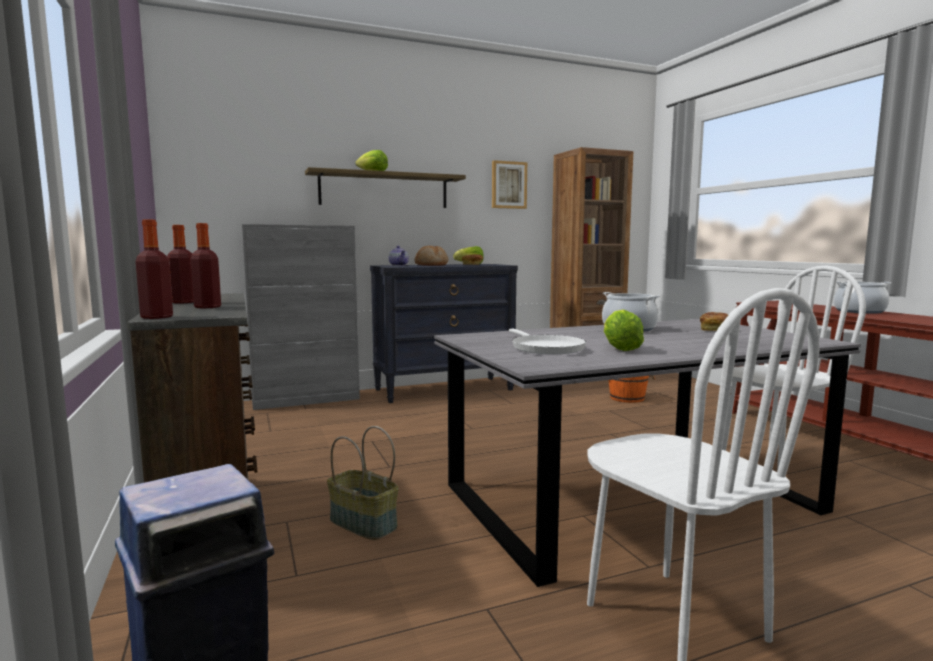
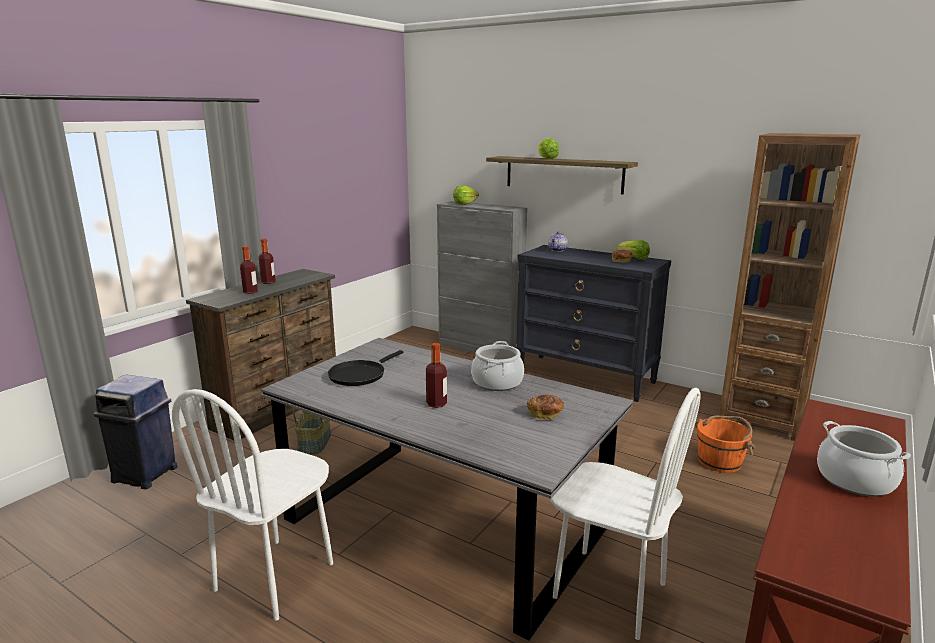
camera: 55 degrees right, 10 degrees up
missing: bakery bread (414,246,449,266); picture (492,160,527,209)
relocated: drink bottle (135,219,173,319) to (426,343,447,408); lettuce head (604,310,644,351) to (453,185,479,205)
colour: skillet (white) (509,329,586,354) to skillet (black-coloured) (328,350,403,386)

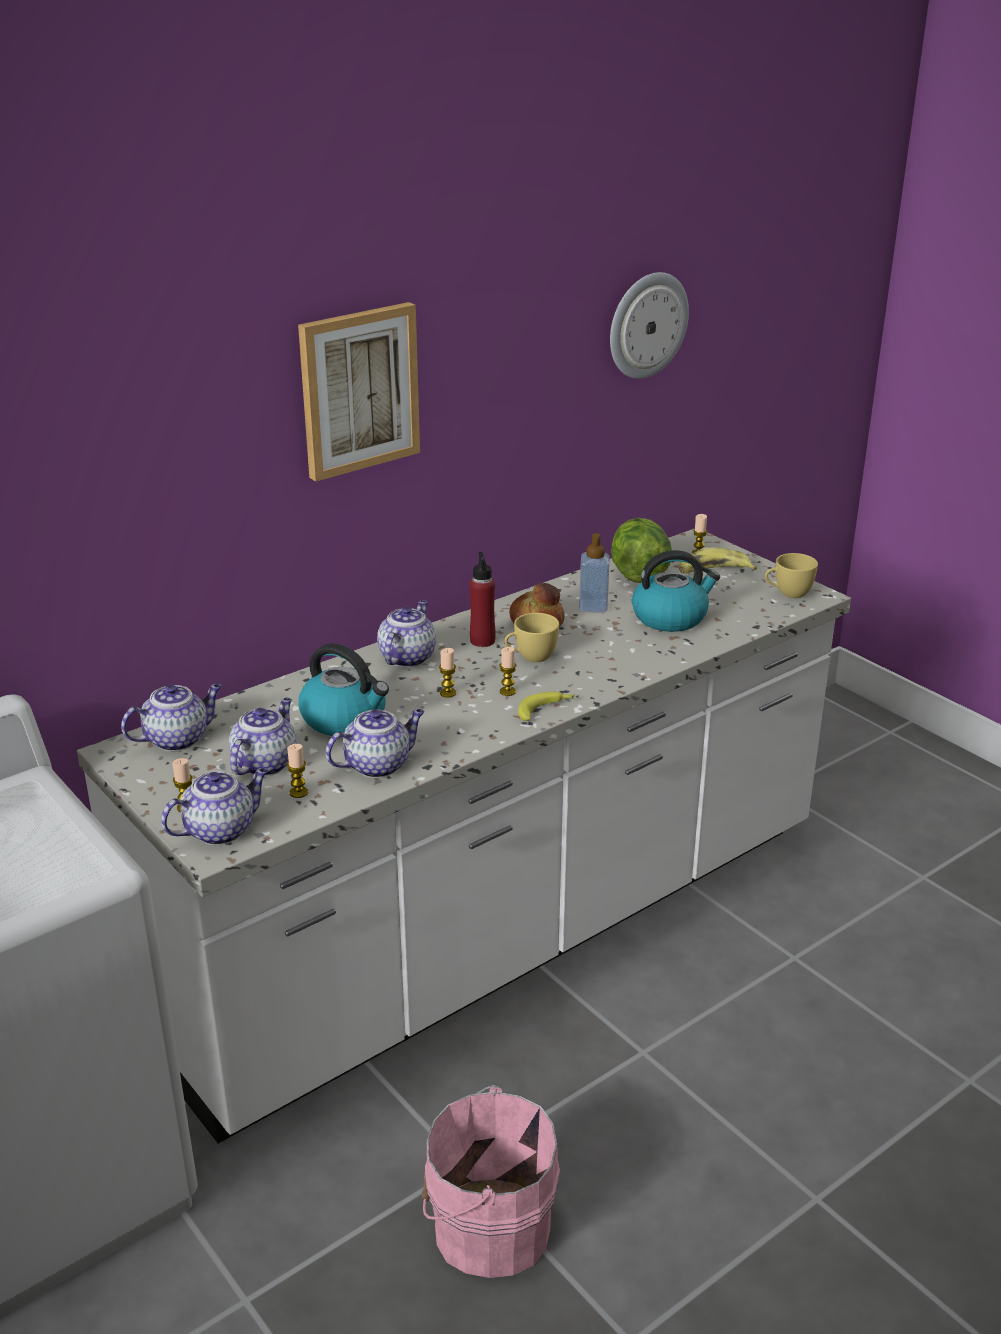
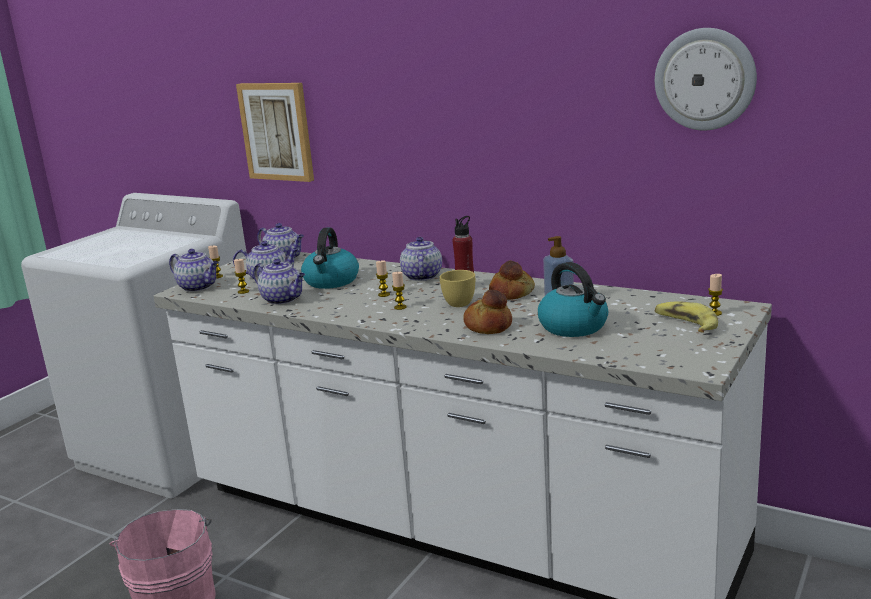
camera: 70 degrees right, 10 degrees down
missing: whole banana (518,692,575,721); lettuce head (611,518,672,583); small cup (yellow-coloured) (765,553,818,598)
appeared: bakery bread (463,290,512,334)
relocated: picture (298,302,420,481) to (236,83,314,182)
spun: tea pot (377,600,436,667) = (400,237,442,281) 90 degrees counterclockwise

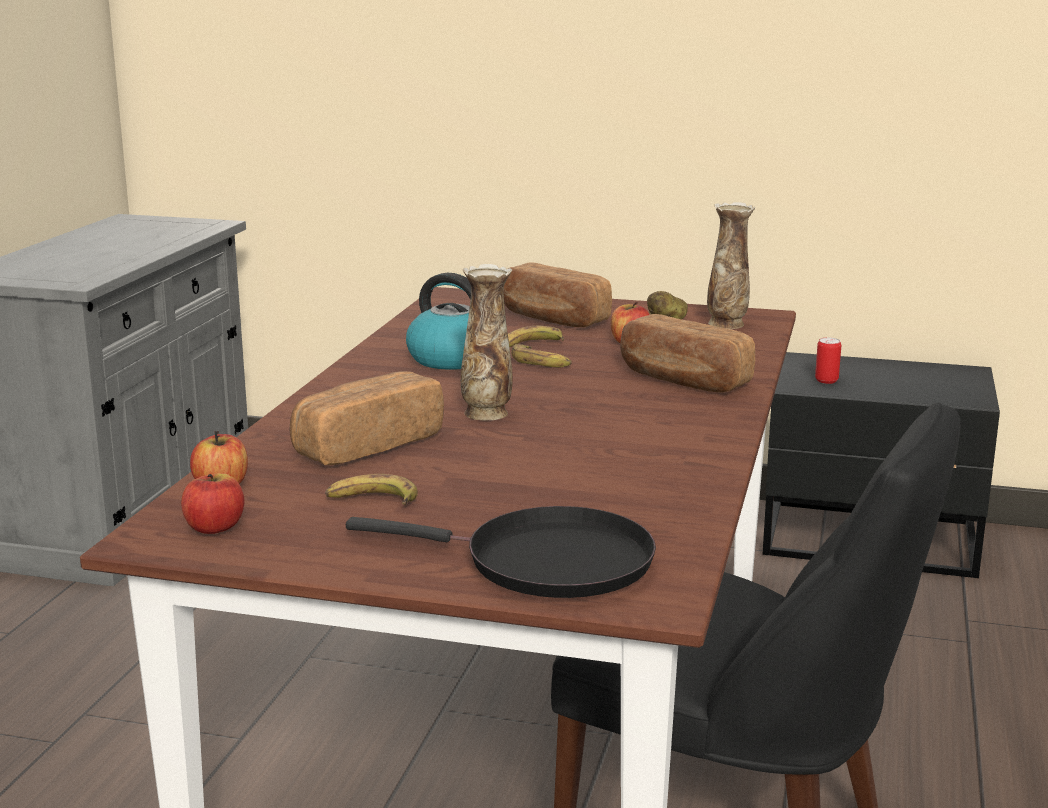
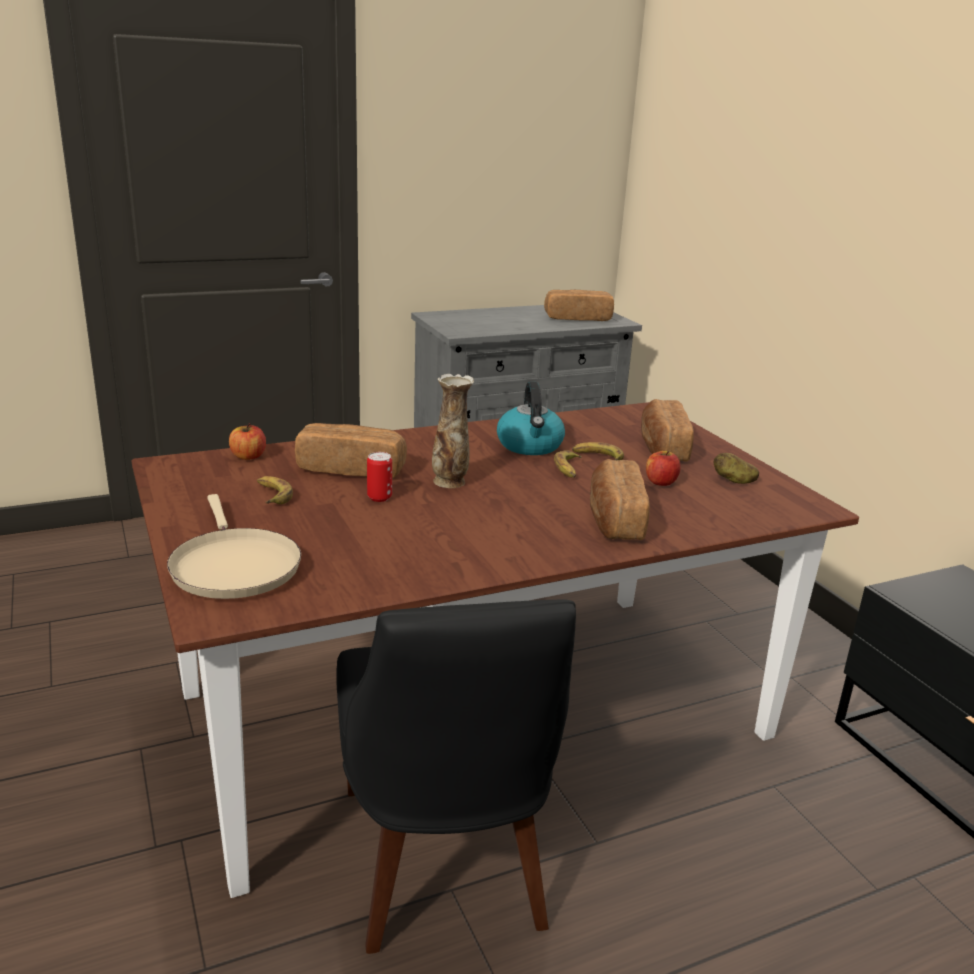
camera: 50 degrees right, 5 degrees up
missing: whole apple (181,473,245,534); decorative vase (707,202,756,329)
appeared: bakery bread (544,290,614,321)
relocated: can (815,337,841,384) to (367,452,392,502)
colour: skillet (black-coloured) (346,506,656,598) to skillet (beige) (167,494,301,599)

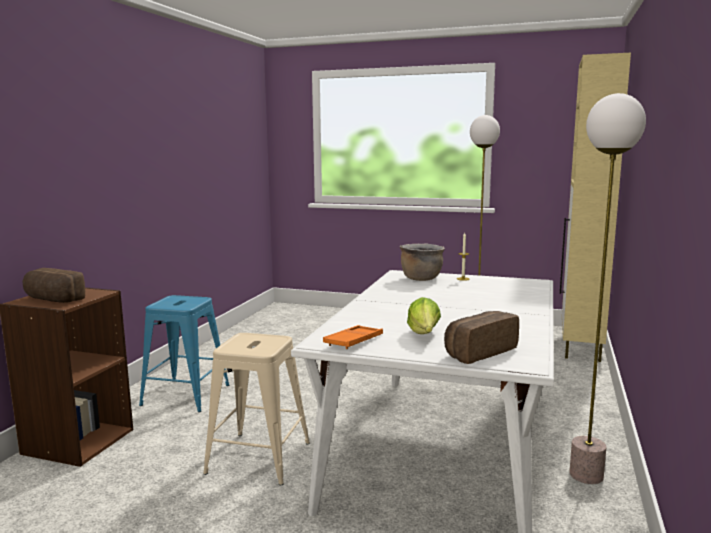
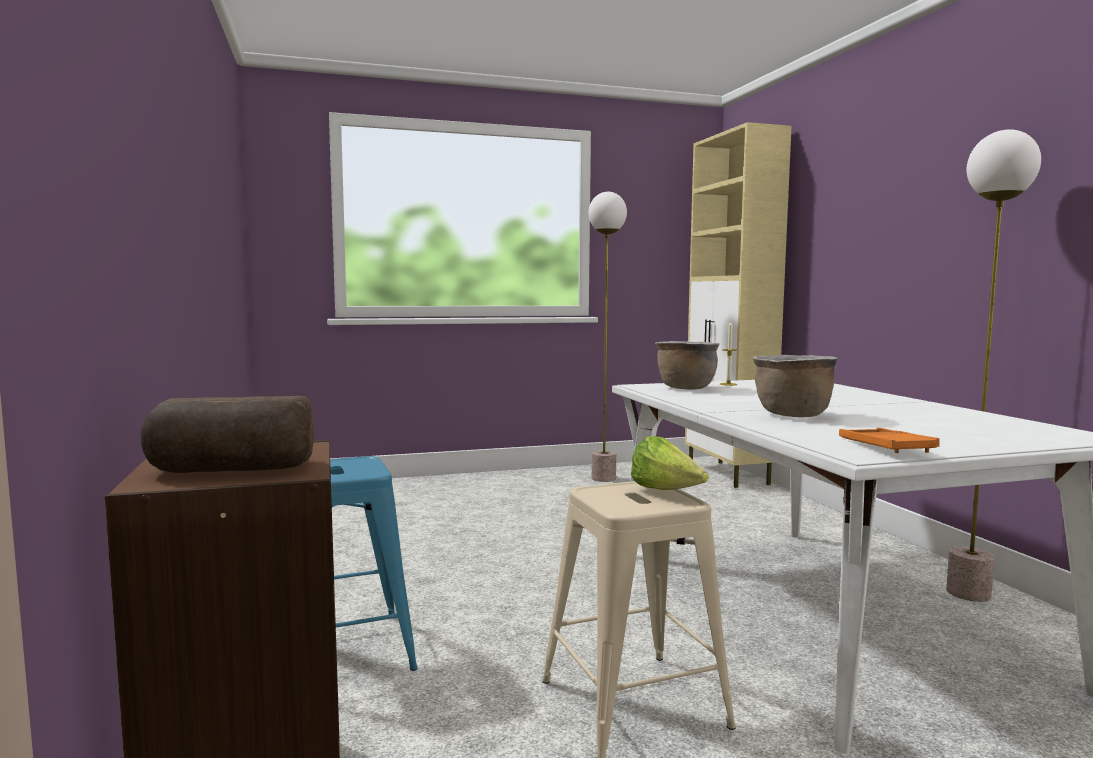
camera: 35 degrees left, 5 degrees down
missing: bakery bread (444,311,519,364)
appeared: saucepot (brownish) (753,355,838,417)
relocated: lettuce head (407,297,441,334) to (631,436,709,490)

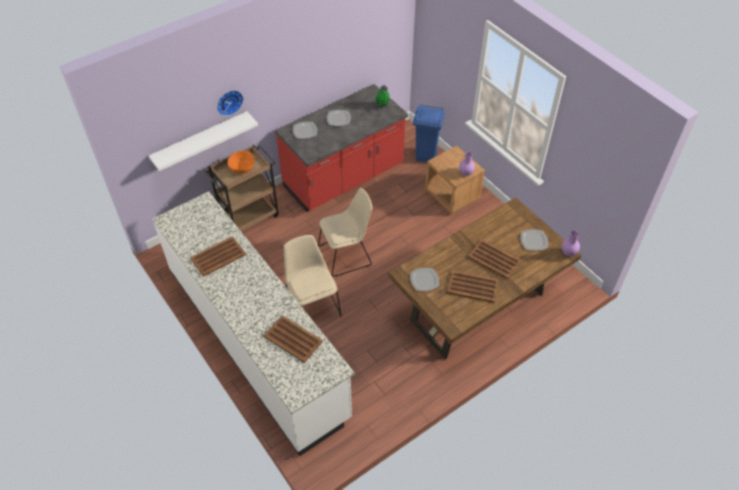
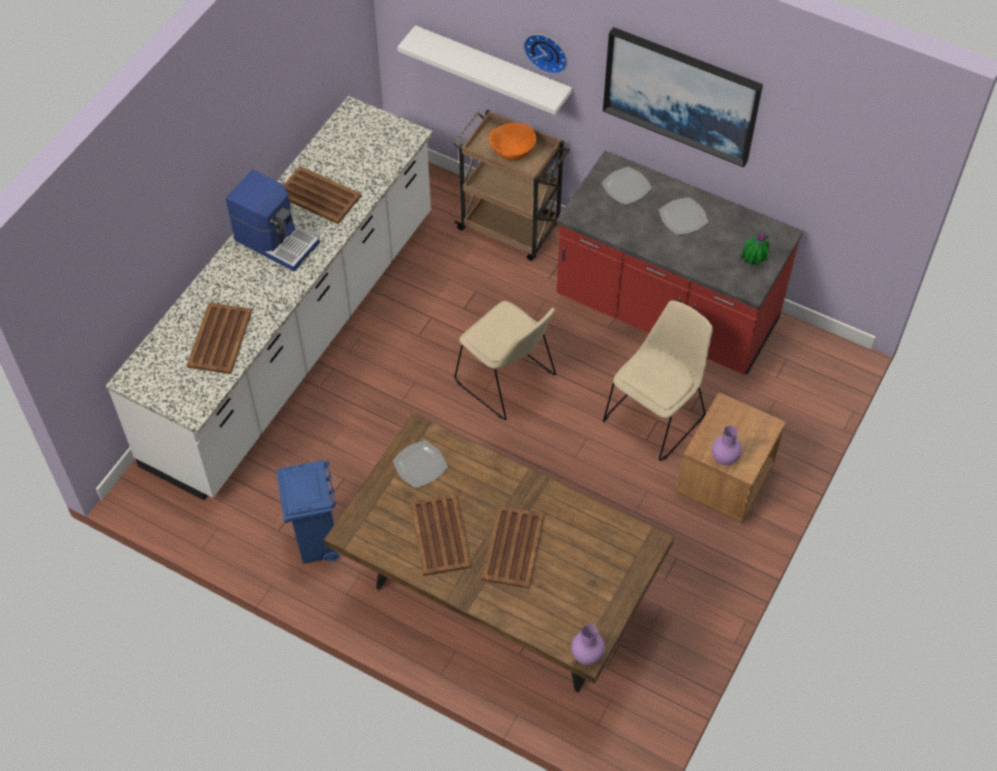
camera: 65 degrees right, 5 degrees up
missing: dinner plate (520,229,548,251)
appeared: coffee machine (226,170,320,272); picture (603,27,763,167)
relocated: plain chair (beige) (283,235,341,317) to (603,300,713,461); trash can (blue) (413,104,445,163) to (276,461,340,564)

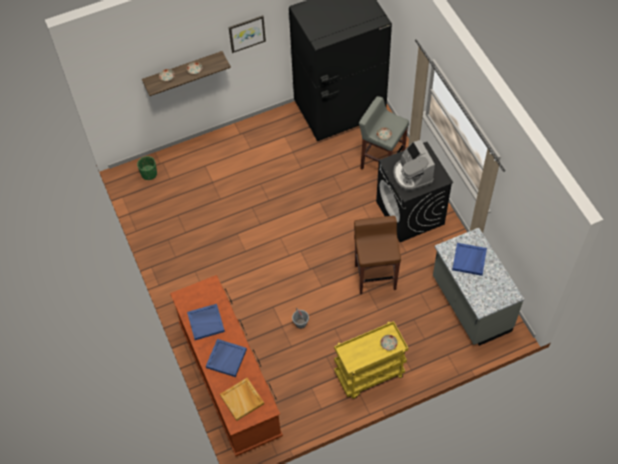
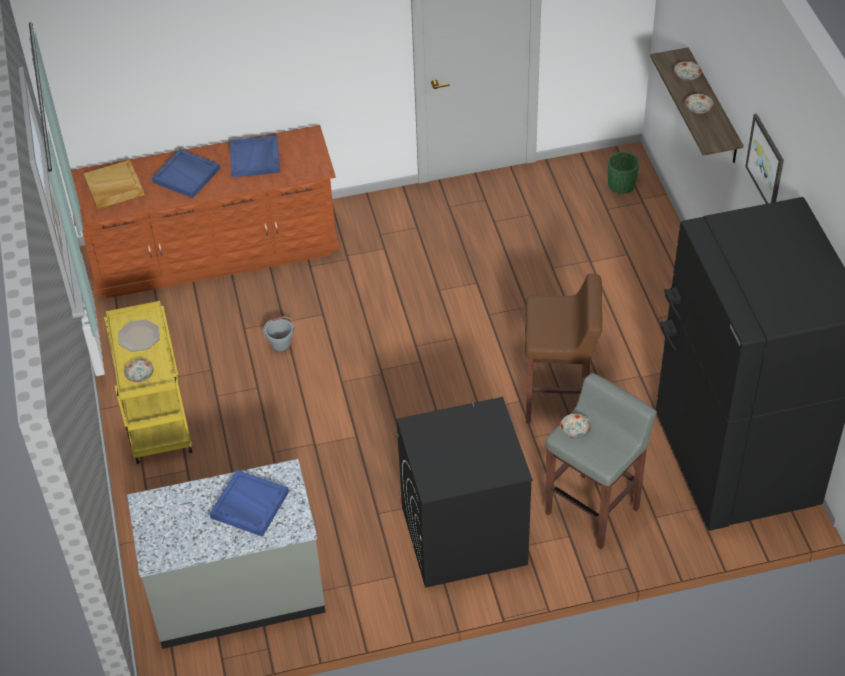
camera: 100 degrees right, 10 degrees down
missing: coffee machine (393,140,435,191)
appeared: dinner plate (118,319,160,352)
relocated: stool seat (brownish) (354,216,401,294) to (525,274,602,424)

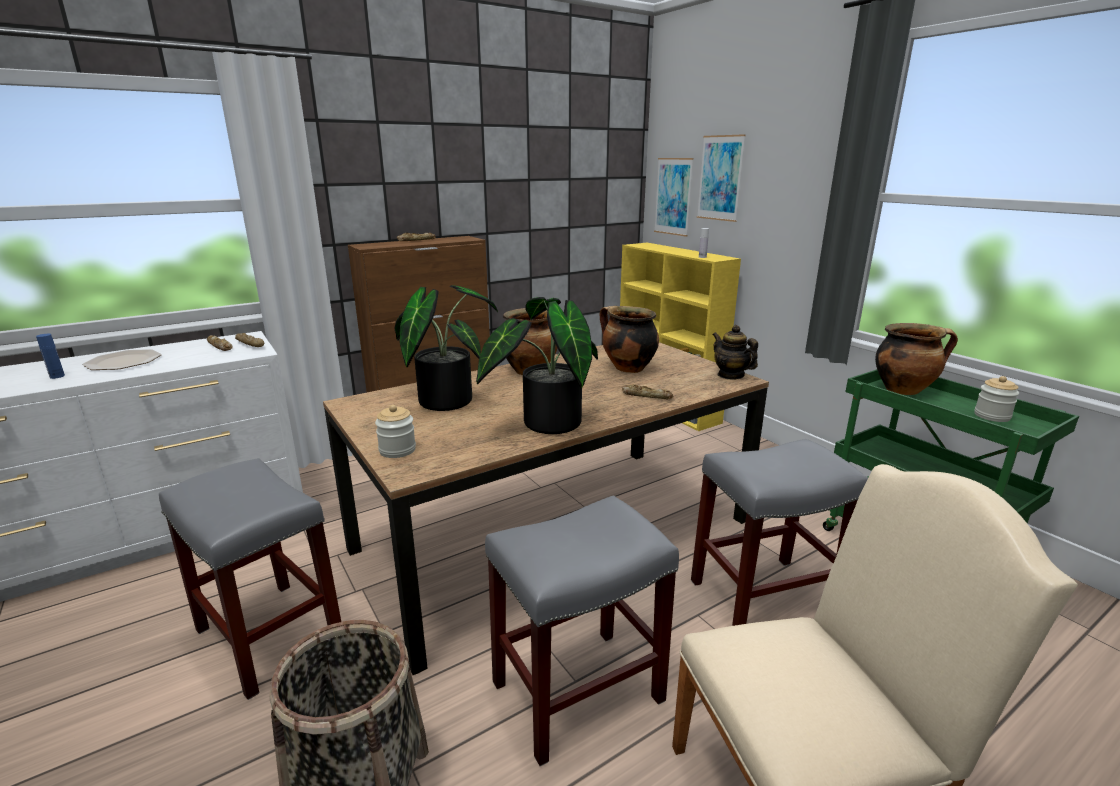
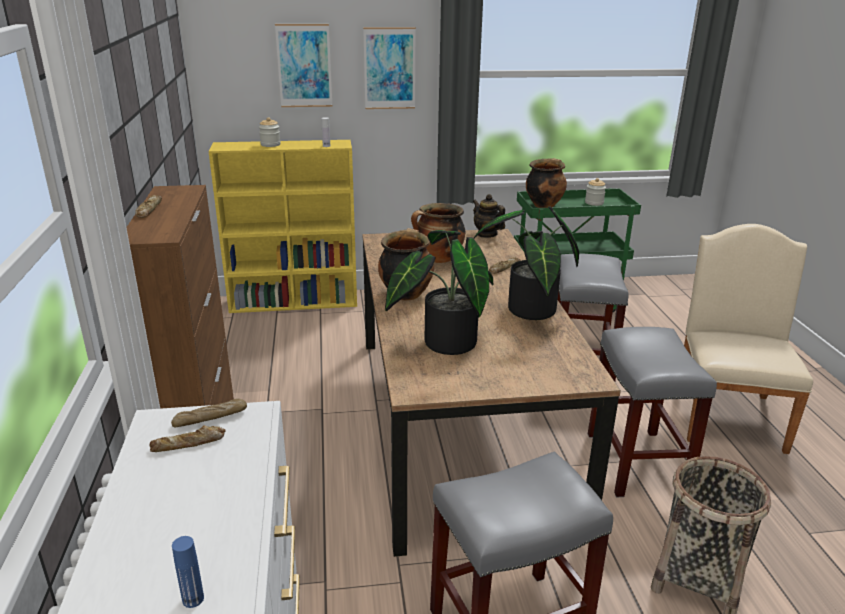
camera: 65 degrees left, 5 degrees up
missing: dinner plate (82,349,162,370)
relocated: storage jar (375,405,416,458) to (259,117,281,147); picture (654,158,693,236) to (363,27,416,109)
spun: tea pot (712,325,758,380) = (473,194,505,238) 60 degrees clockwise

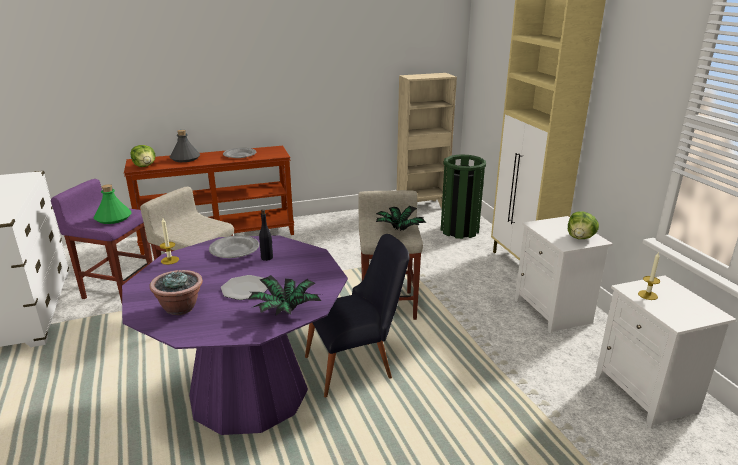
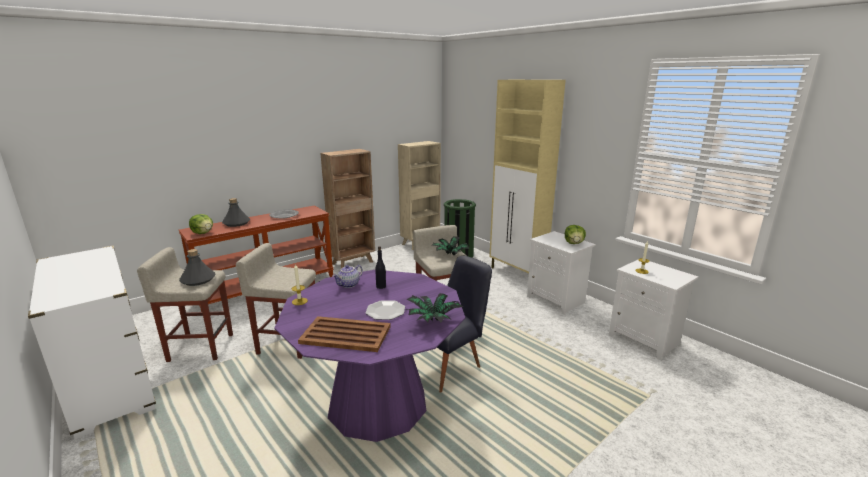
camera: 20 degrees left, 5 degrees down
appeared: shelving unit (brownish) (320,149,375,268)
exchanged: plant in a pot (150,270,203,315) to tray (brownish) (298,316,391,352); dinner plate (greyish) (209,235,259,258) to tea pot (333,265,363,288)
colour: stool seat (purplish) (51,179,153,303) to stool seat (beige) (137,247,233,362); drink bottle (green-coloured) (94,184,132,224) to drink bottle (greyish) (179,249,216,286)

